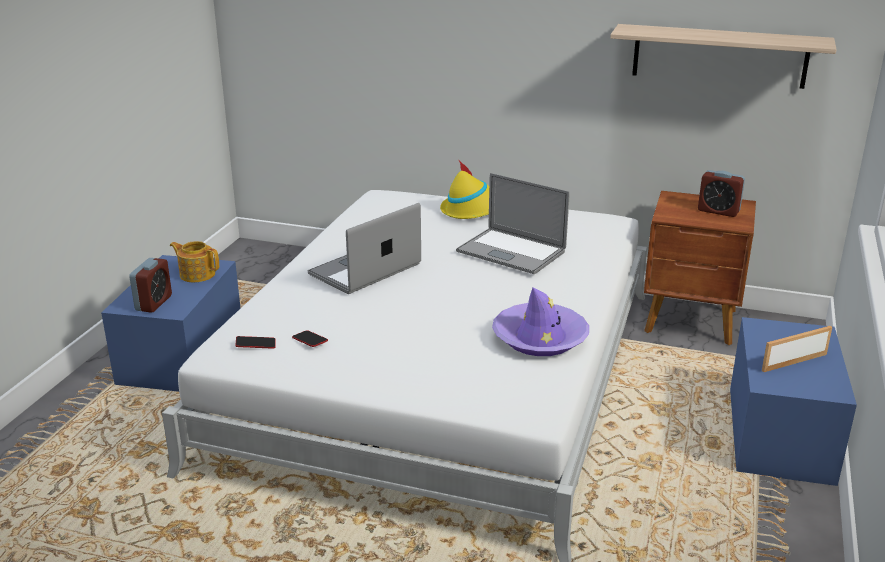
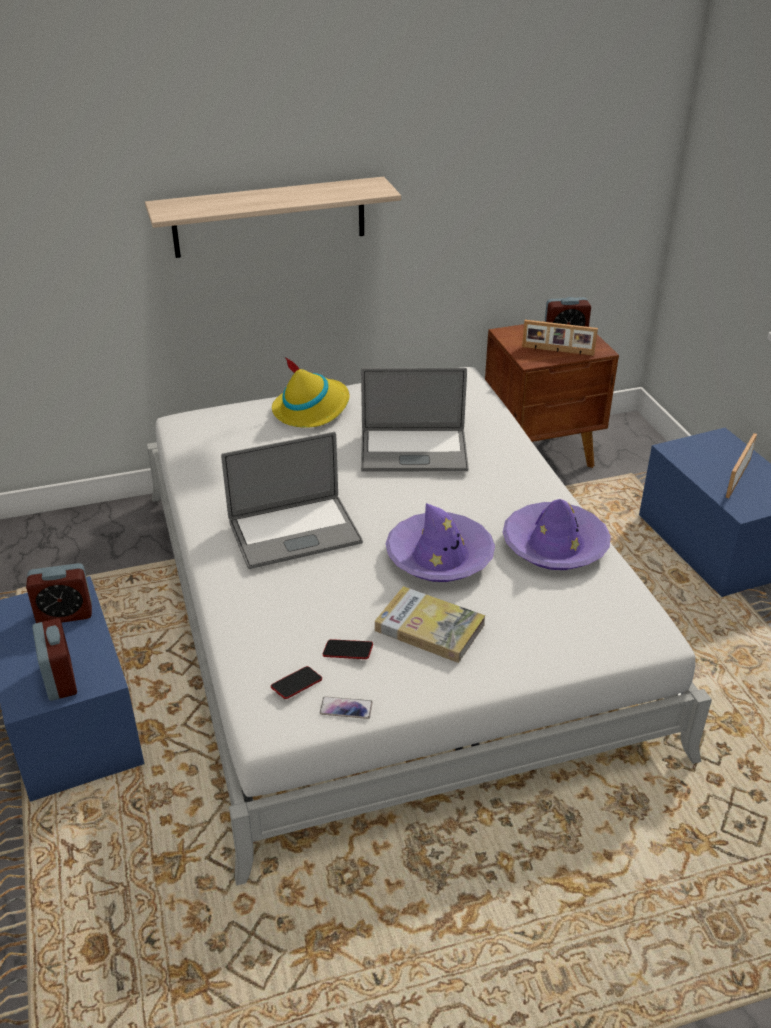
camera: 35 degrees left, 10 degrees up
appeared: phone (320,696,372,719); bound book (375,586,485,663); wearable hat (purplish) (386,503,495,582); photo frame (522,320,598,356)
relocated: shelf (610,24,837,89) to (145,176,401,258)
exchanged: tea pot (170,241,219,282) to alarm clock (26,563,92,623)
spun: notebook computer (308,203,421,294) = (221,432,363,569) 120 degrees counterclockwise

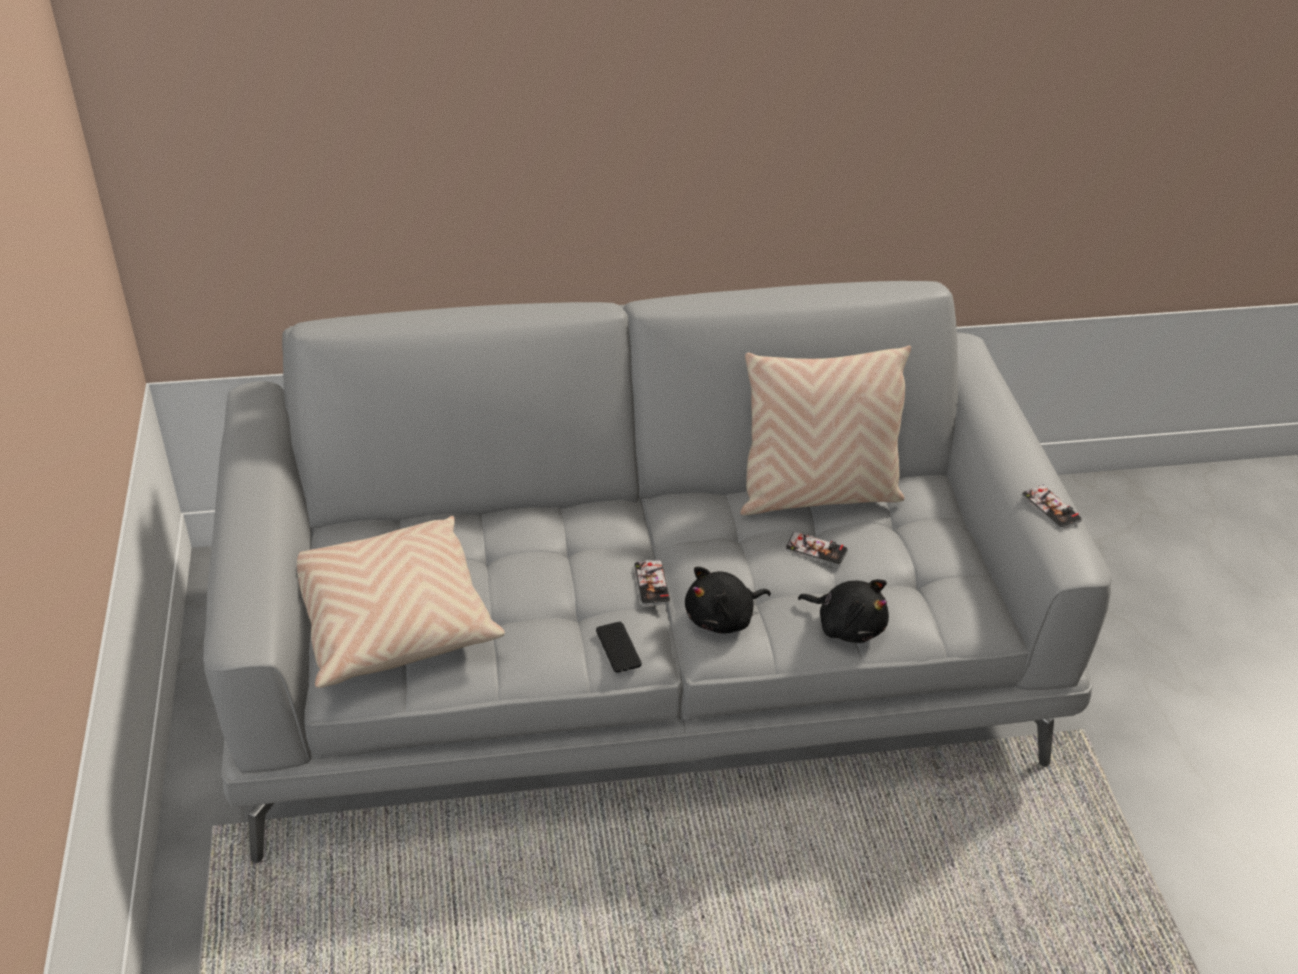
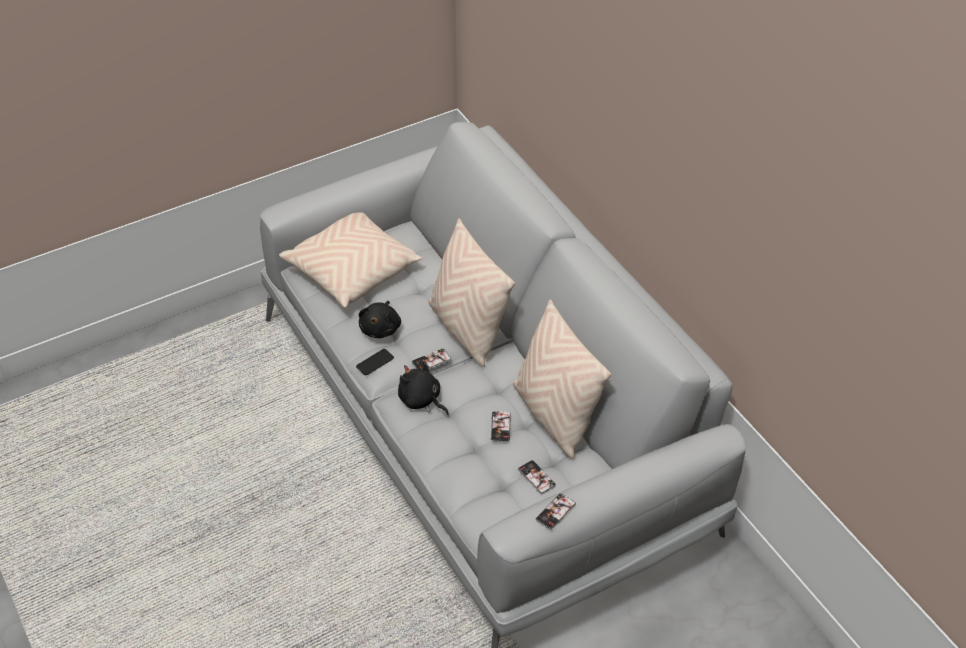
camera: 70 degrees right, 5 degrees up
appeared: pillow (beige) (428,218,515,367); phone (518,460,556,494)
relocated: soft toy (black-coloured) (798,579,889,643) to (359,301,401,338)

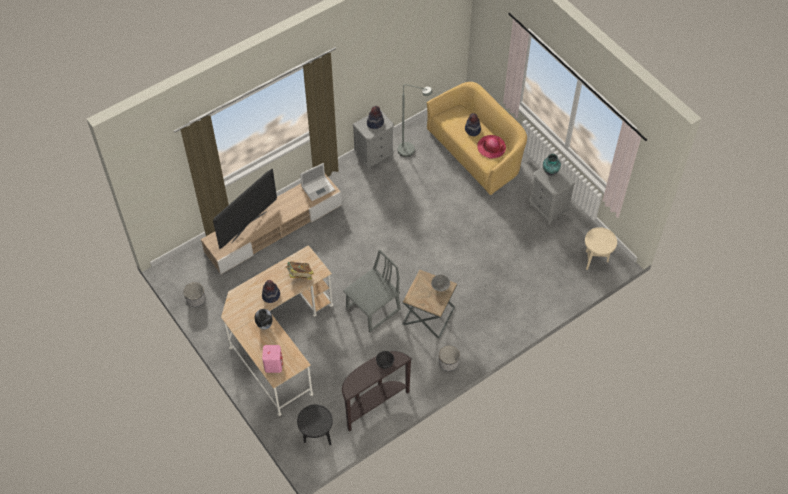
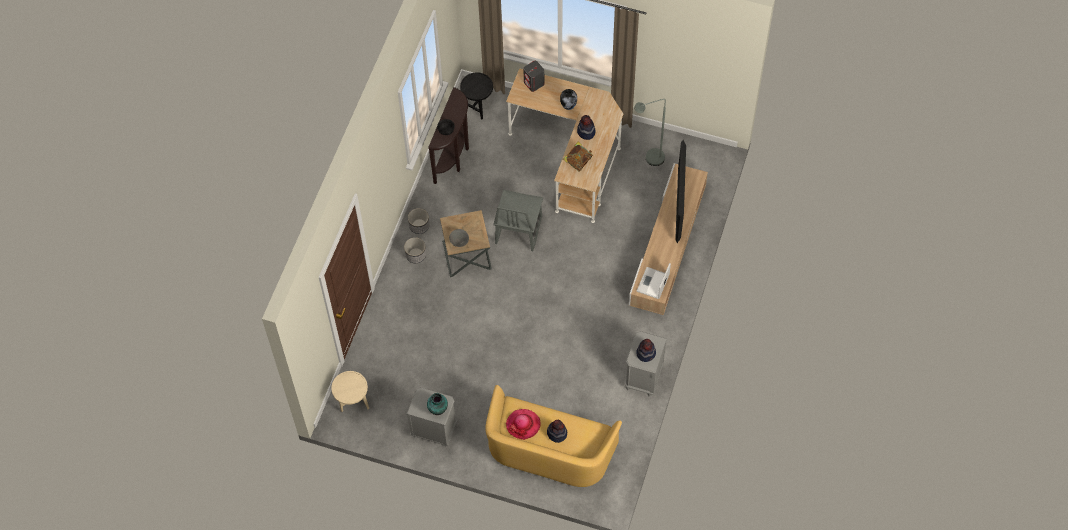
camera: 145 degrees right, 5 degrees up
relocated: plant pot (184,282,206,307) to (404,237,426,263); standard lamp (greyish) (398,84,432,157) to (634,99,666,166)
colour: speaker (pink) (262,345,283,373) to speaker (greyish) (523,61,544,92)

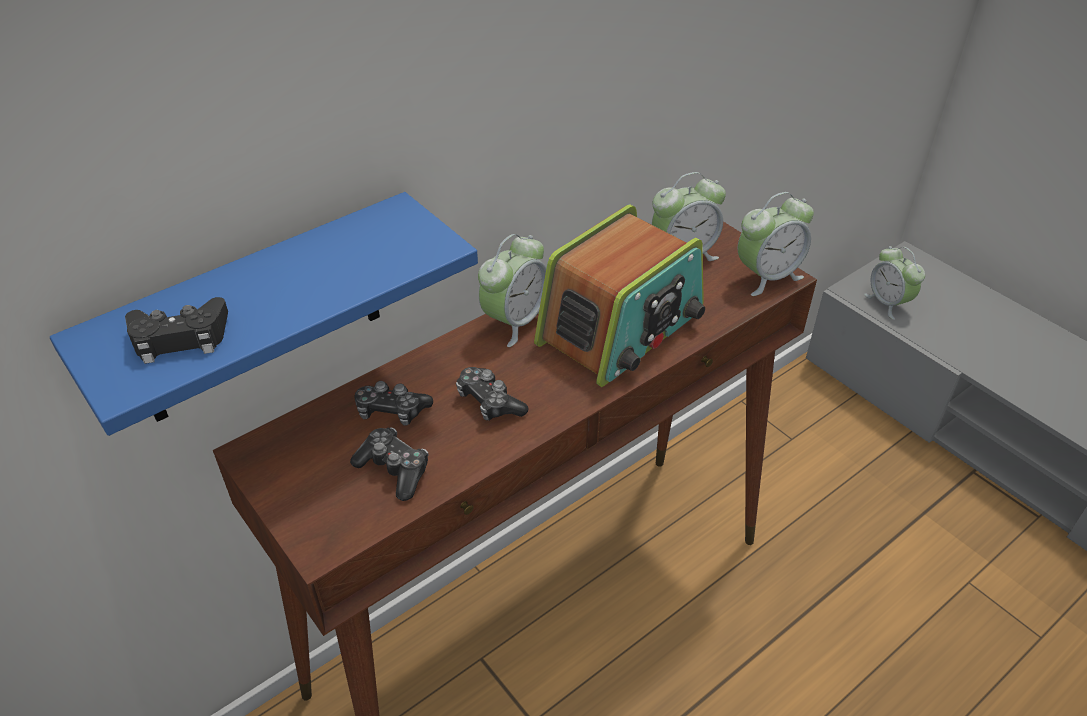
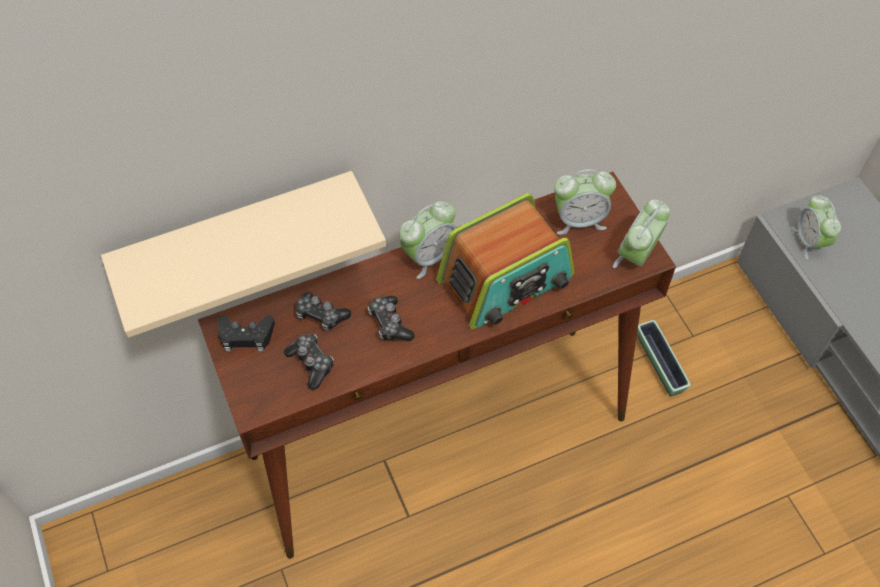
camera: 15 degrees right, 15 degrees up
appeared: plant pot (637,320,691,396)
relocated: joypad (black-coloured) (125,297,228,364) to (218,315,275,352)
colour: shelf (blue) (50,192,478,436) to shelf (beige) (101,171,386,338)
spun: alarm clock (738,192,814,296) = (613,199,670,268) 135 degrees clockwise

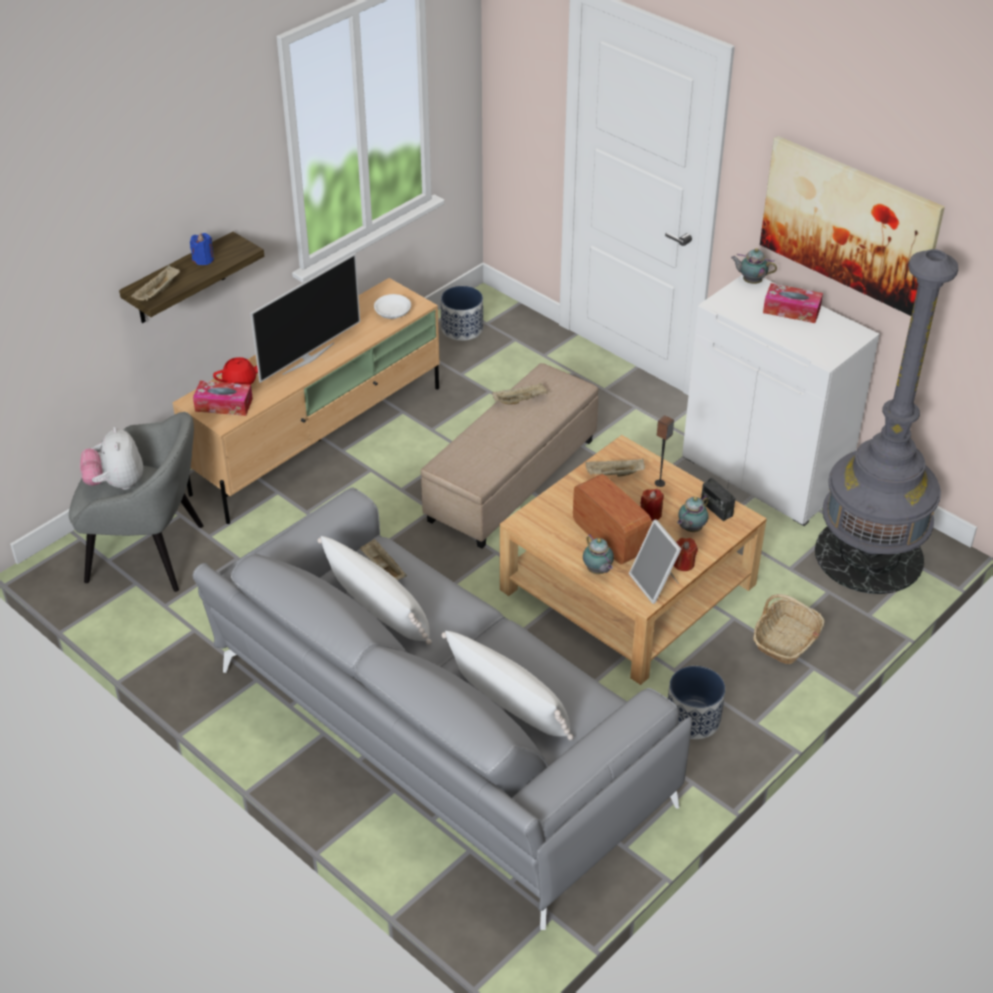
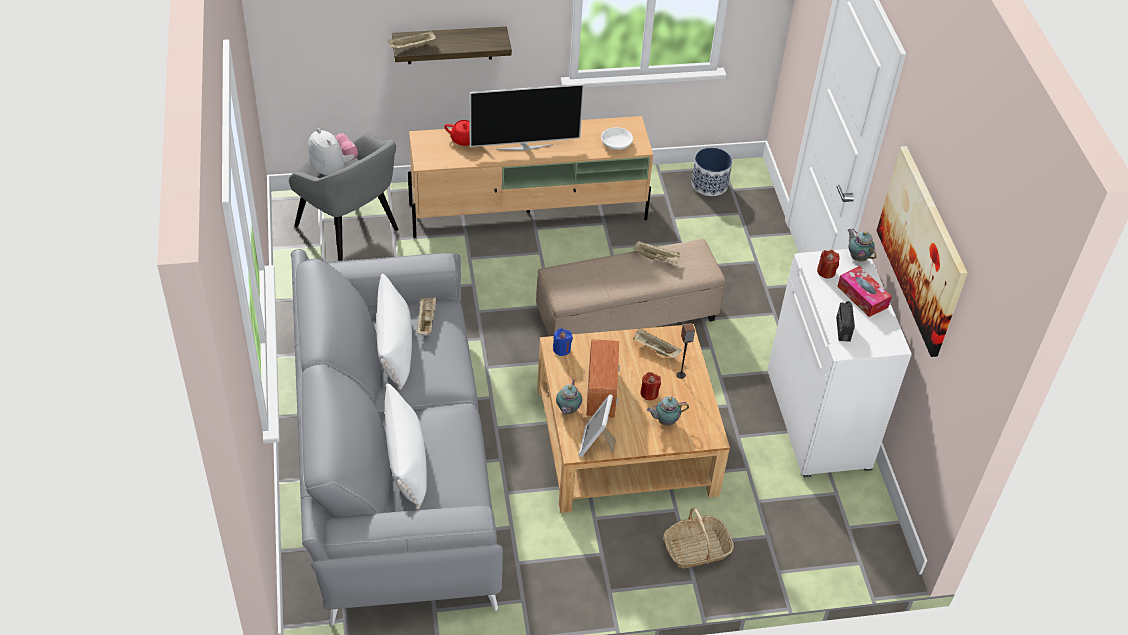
camera: 35 degrees right, 5 degrees up
missing: tissue box (193,381,253,416); plant pot (668,666,725,739); standard lamp (greyish) (815,249,958,594)
relocated: candle (blue) (190,233,214,265) to (553,328,573,356); candle (red) (674,538,698,571) to (817,250,840,278); radio (701,478,735,521) to (836,301,855,342)
spun: soft toy (80,426,143,490) = (308,128,358,176) 120 degrees clockwise

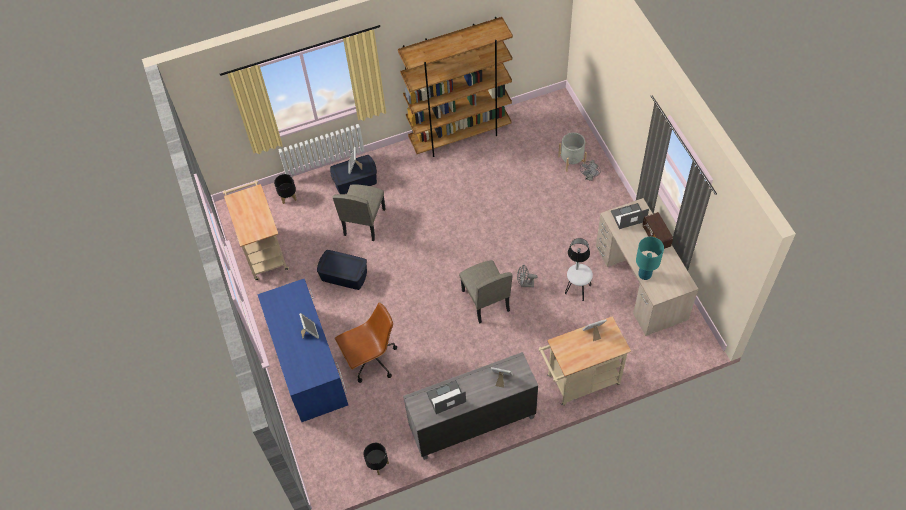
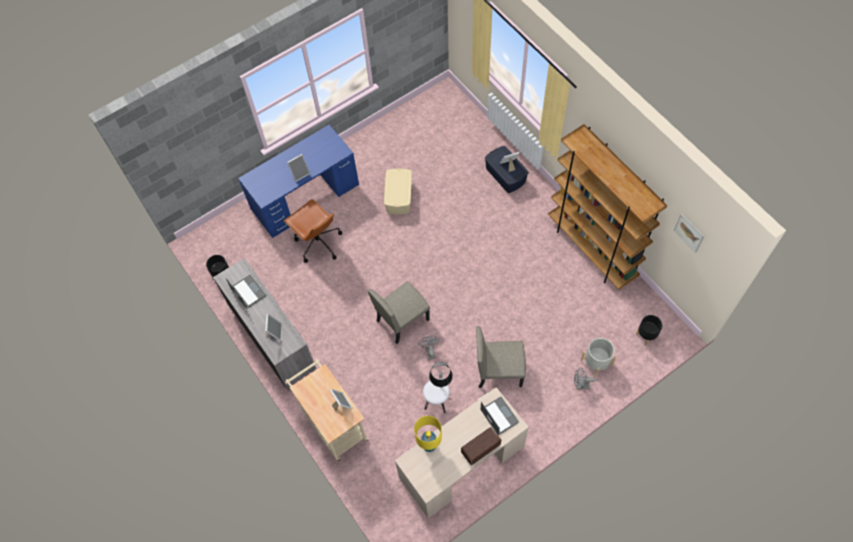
camera: 75 degrees right, 5 degrees up
missing: cart (beige) (223,180,289,281)
appeared: picture (674,214,704,252)
relocated: plant pot (black-coloured) (274,174,297,204) to (636,315,662,345); plain chair (beige) (333,184,386,241) to (476,326,526,388)
colour: storage box (blue) (317,250,367,290) to storage box (beige) (384,168,412,215); lamp for a table (blue-green) (636,237,664,280) to lamp for a table (yellow-coloured) (414,416,442,452)

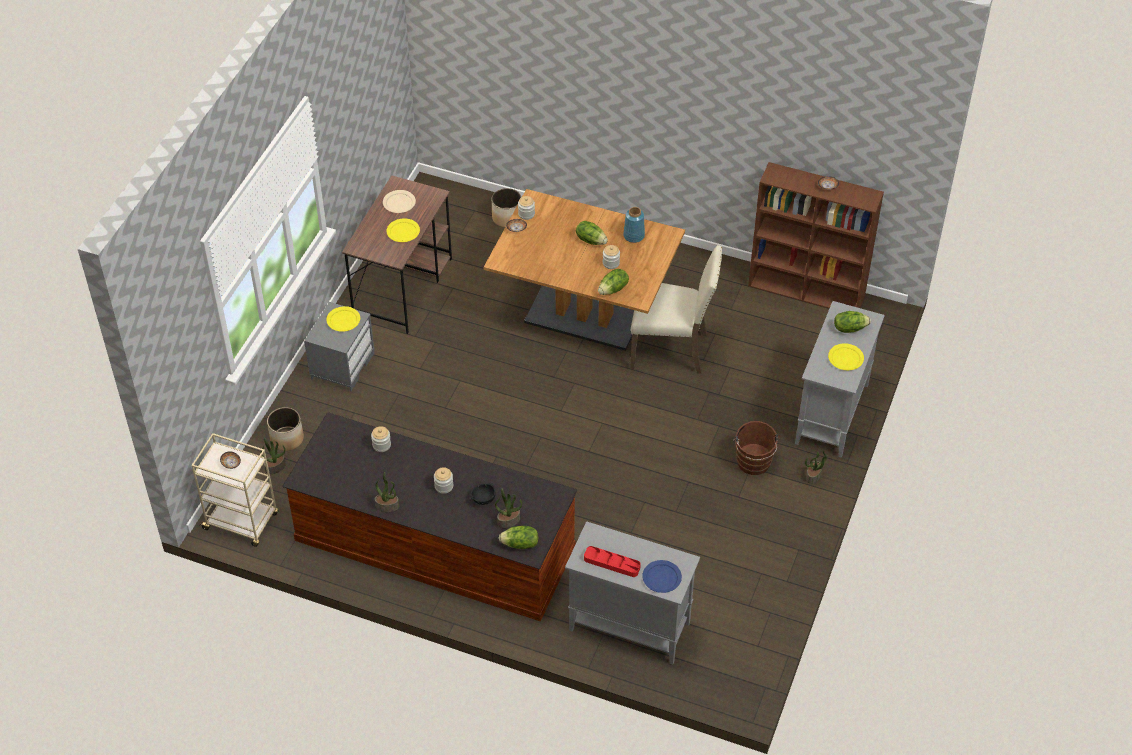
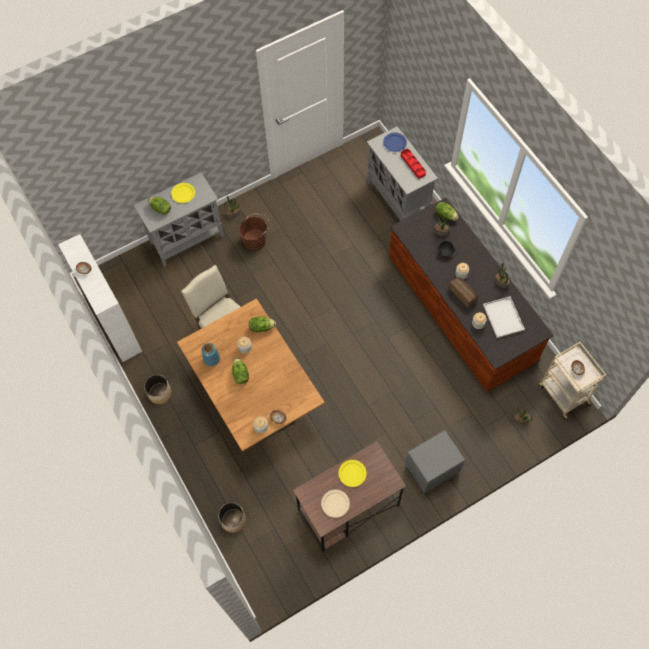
camera: 140 degrees left, 15 degrees up
missing: dinner plate (yellow-coloured) (326,306,360,332)
appeared: bakery bread (449,277,478,307); tray (white) (483,296,525,338)
relocated: plant pot (267,407,304,451) to (144,374,172,404)
colour: shelving unit (brownish) (748,162,884,308) to shelving unit (white) (58,234,142,362)

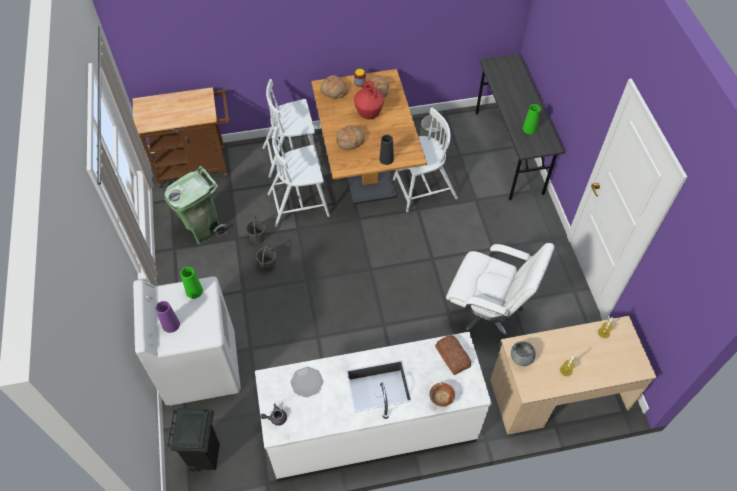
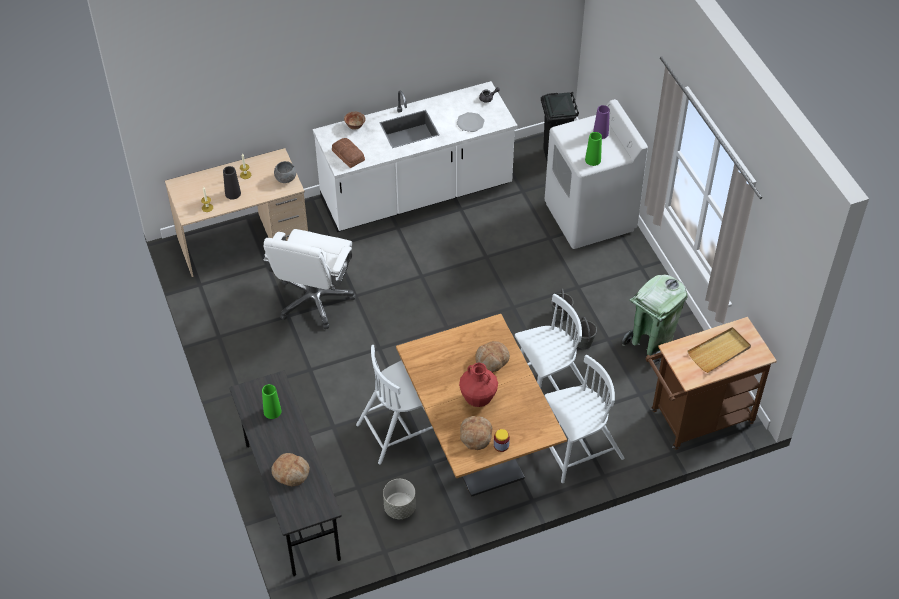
camera: 170 degrees right, 5 degrees down
appeared: tray (beige) (688,327,751,373)
relocated: bakery bread (320,75,348,99) to (271,453,310,487); decorative vase (black-coloured) (379,135,394,165) to (223,166,241,200)
spun: computer chair (white) (446,243,555,339) = (263,229,356,329) 90 degrees counterclockwise

